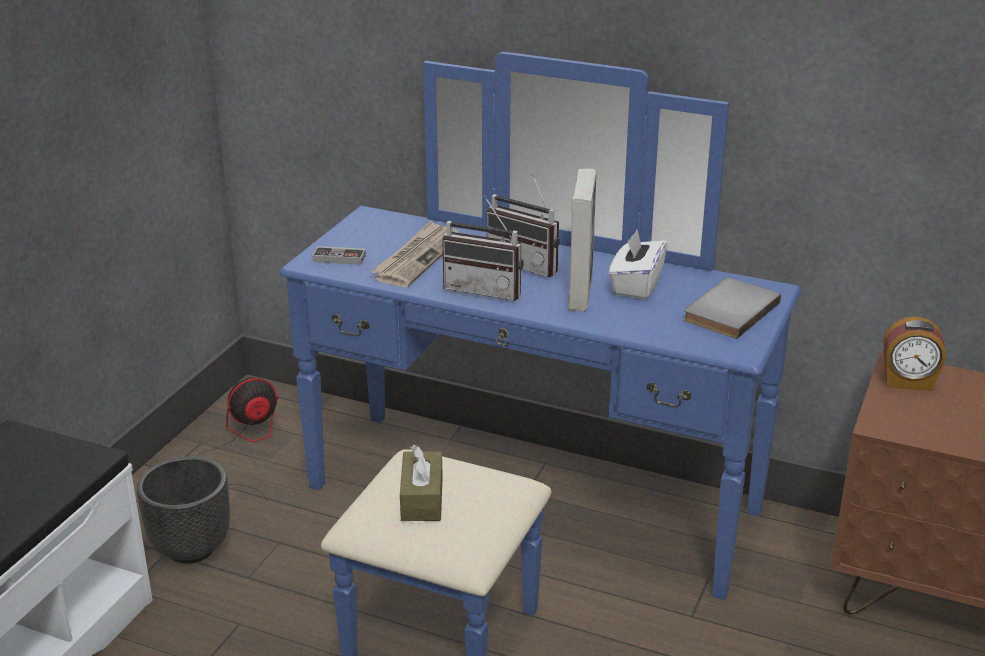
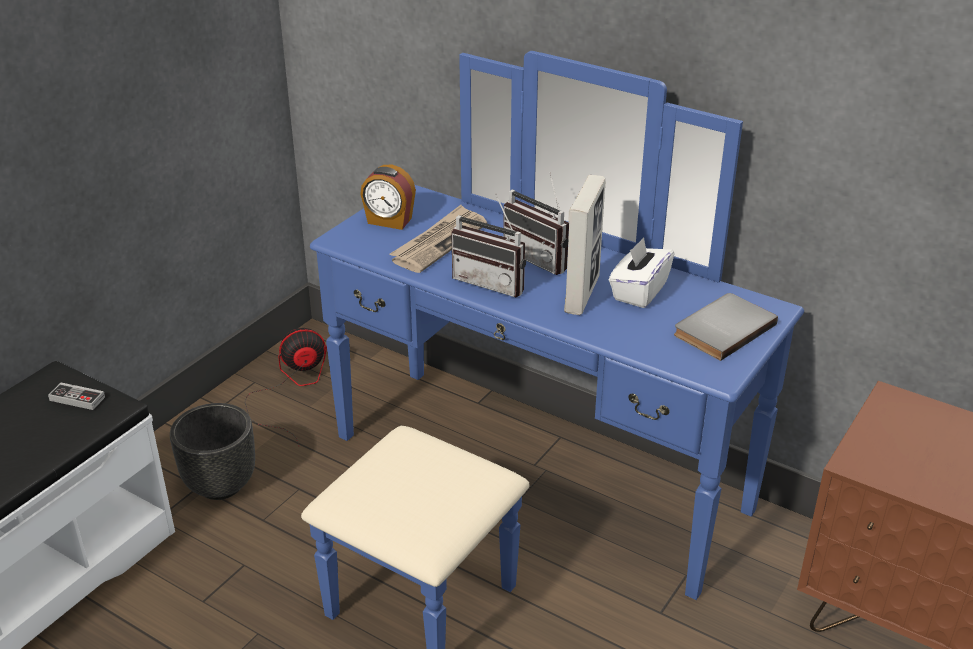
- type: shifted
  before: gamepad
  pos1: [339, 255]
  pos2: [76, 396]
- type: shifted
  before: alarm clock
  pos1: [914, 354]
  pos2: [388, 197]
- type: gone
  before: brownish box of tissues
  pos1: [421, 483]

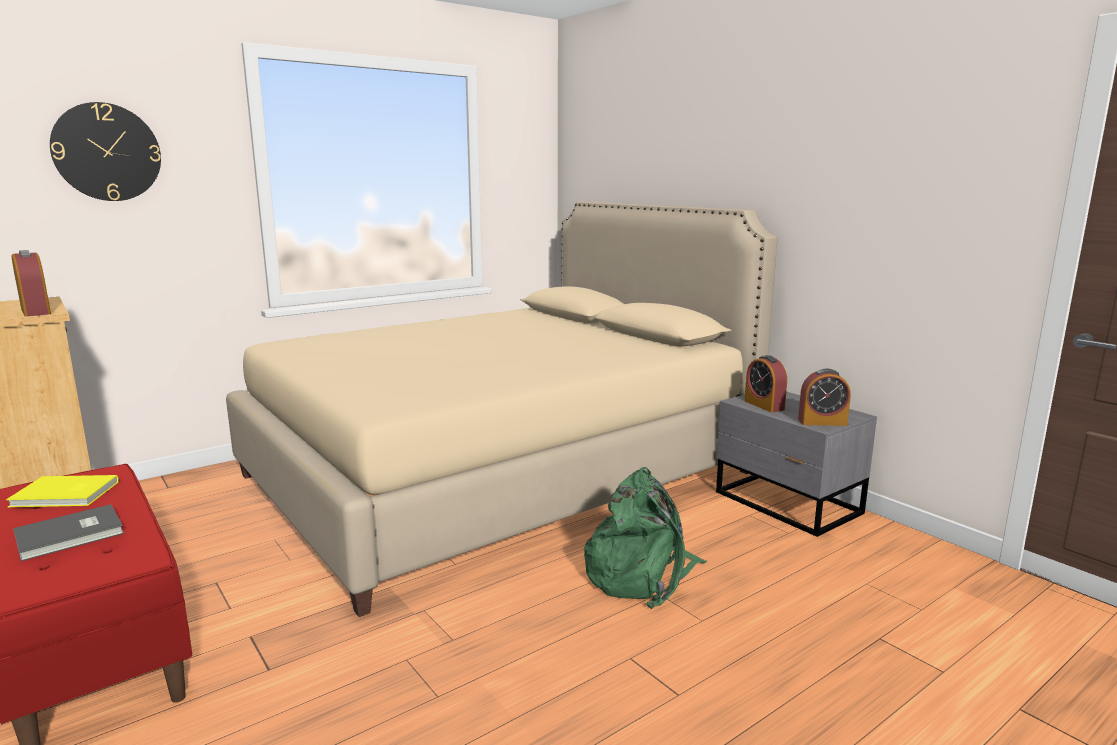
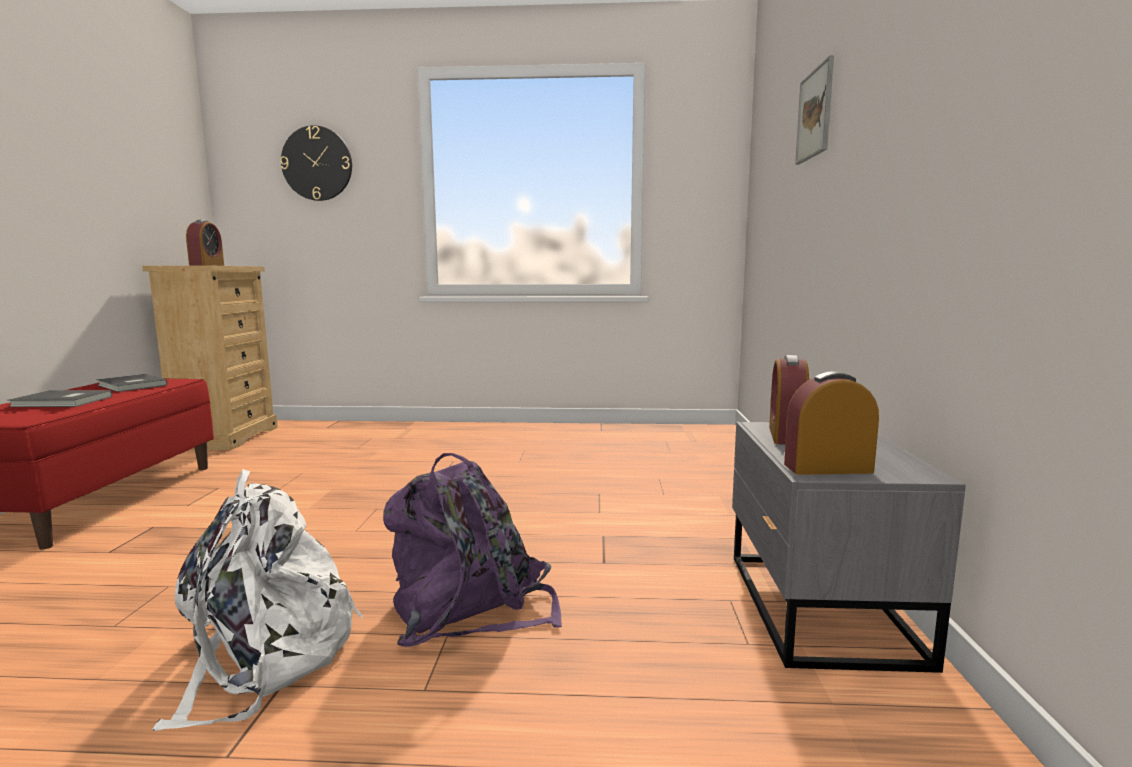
- type: gone
  before: beige-coloured sleeping bed
  pos1: [502, 409]
- type: rotated
  before: alarm clock
  pos1: [824, 397]
  pos2: [831, 423]
  turn: 135
- type: repainted
  before: greenish knapsack
  after: purple knapsack
  pos1: [646, 538]
  pos2: [472, 550]
- type: repainted
  before: yellowish bound book
  after: greyish bound book
  pos1: [62, 491]
  pos2: [131, 383]
- type: new
  after: picture
  pos2: [814, 110]
- type: new
  after: whitish knapsack
  pos2: [257, 600]

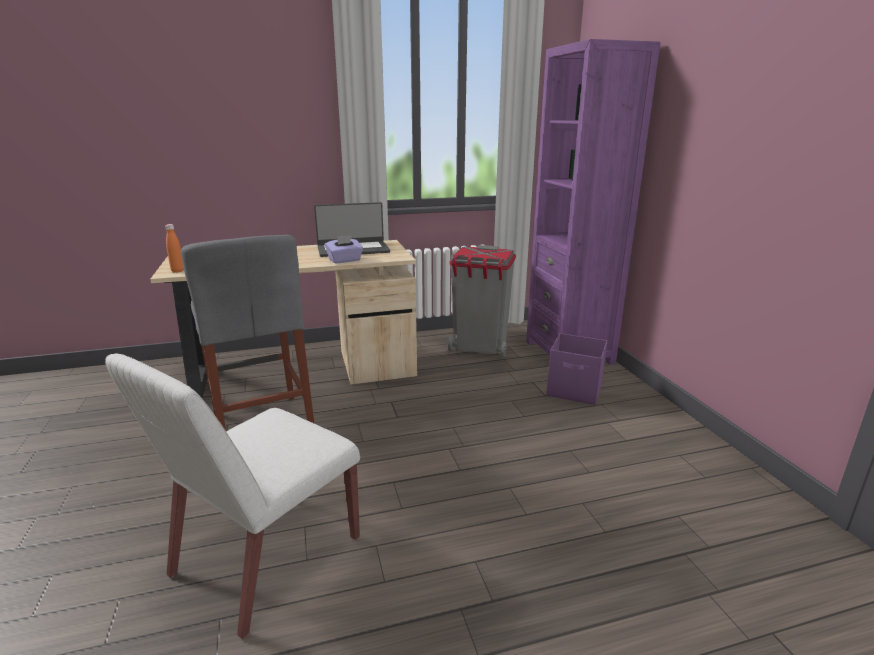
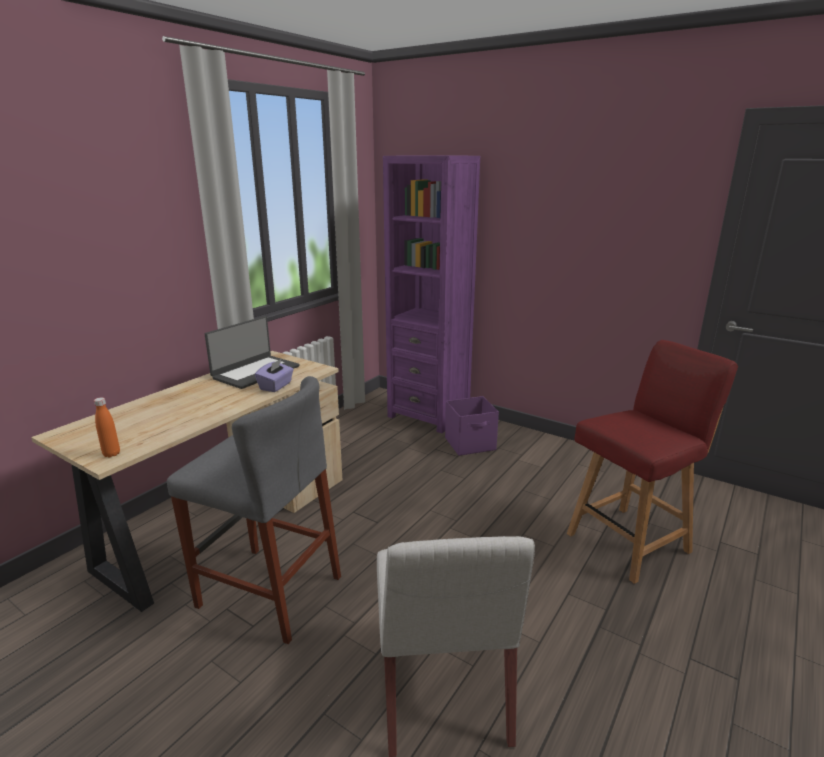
- type: gone
  before: greyish rubbish bin
  pos1: [482, 301]
- type: new
  after: reddish upright chair
  pos2: [652, 462]

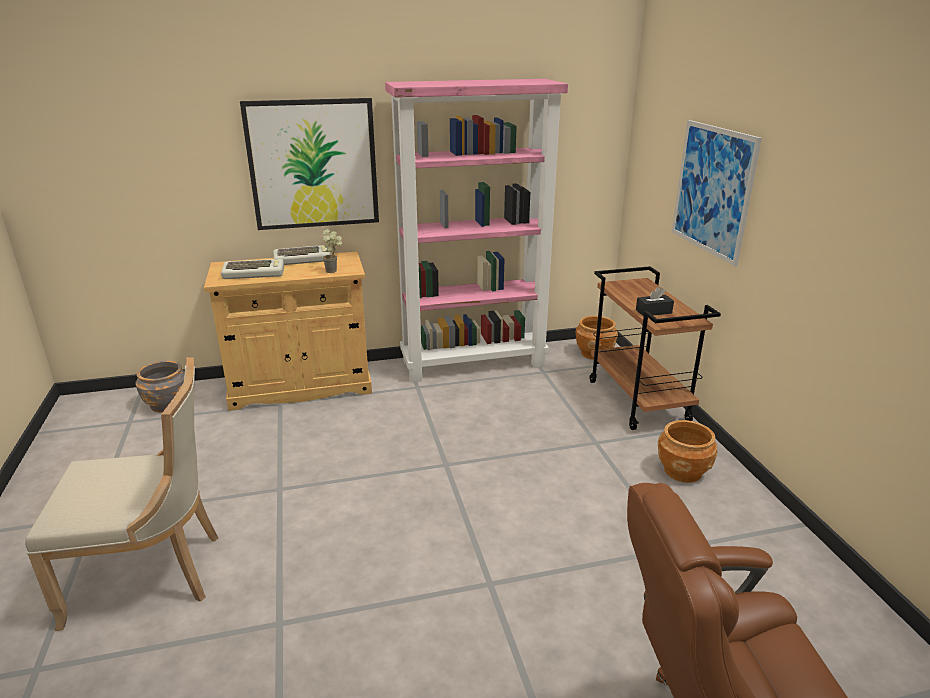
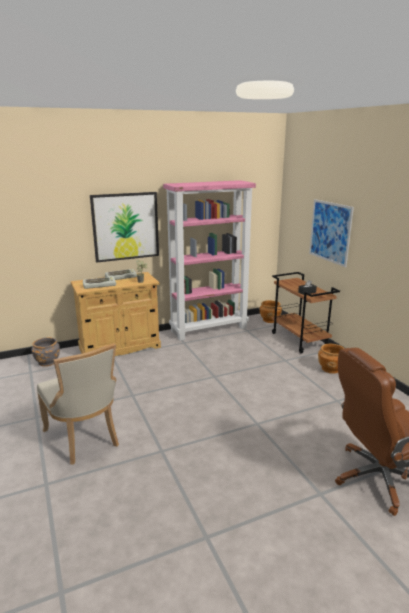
- type: rotated
  before: beige-coloured upright chair
  pos1: [122, 494]
  pos2: [78, 403]
  turn: 75

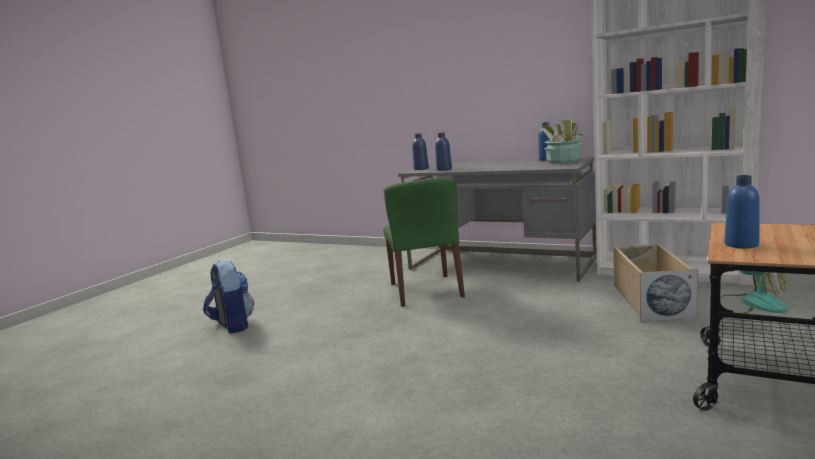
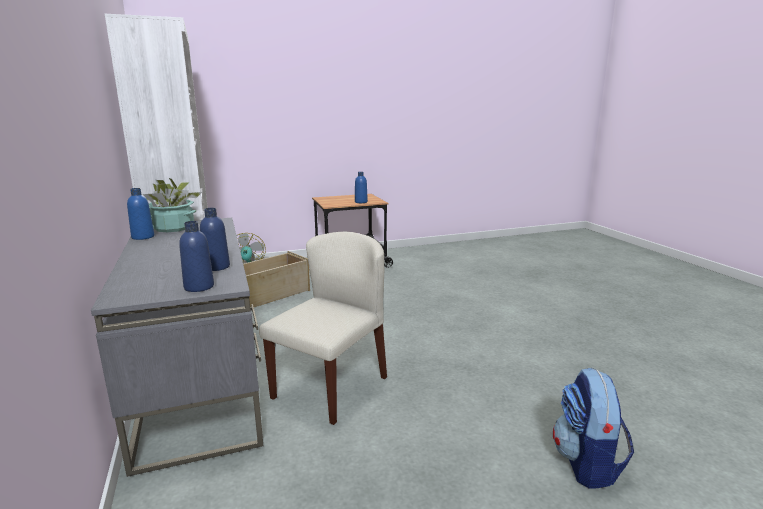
- type: repainted
  before: greenish upright chair
  after: beige-coloured upright chair
  pos1: [424, 242]
  pos2: [323, 328]

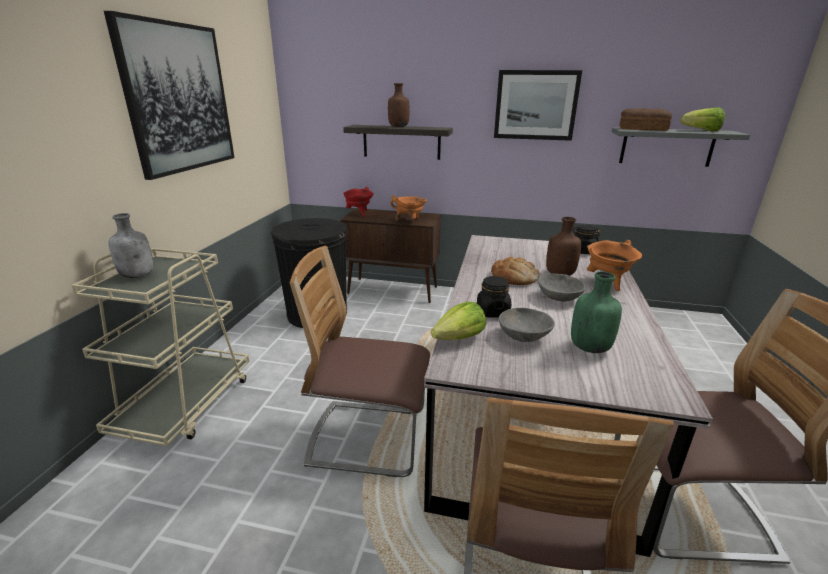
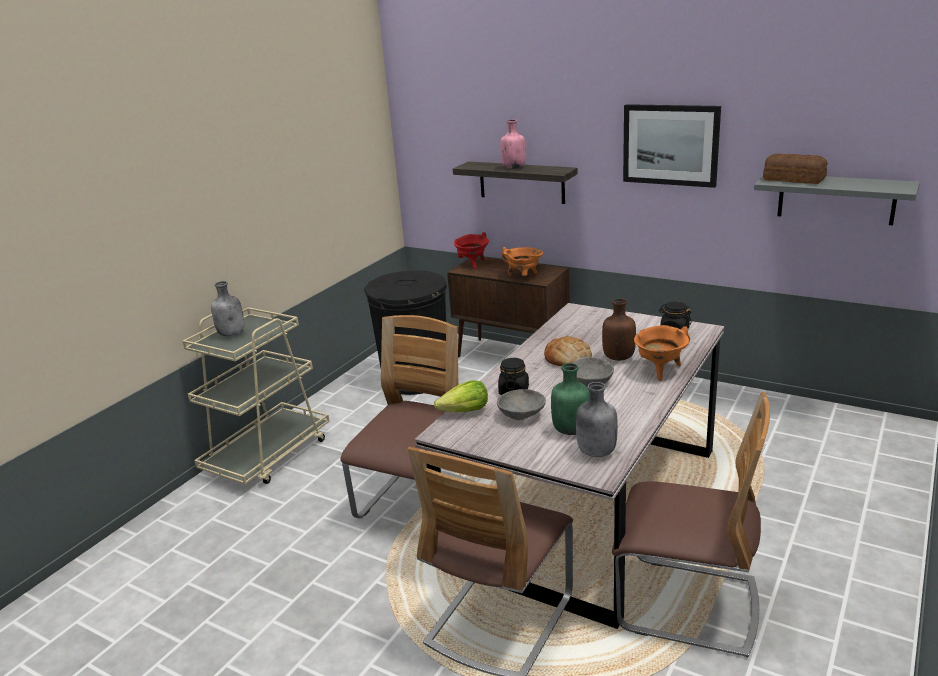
- type: gone
  before: picture
  pos1: [169, 95]
- type: repainted
  before: brownish drink bottle
  after: pinkish drink bottle
  pos1: [399, 105]
  pos2: [513, 144]
- type: gone
  before: lettuce head
  pos1: [703, 119]
- type: rotated
  before: upright chair
  pos1: [360, 361]
  pos2: [408, 417]
  turn: 90
- type: new
  after: greyish drink bottle
  pos2: [597, 419]

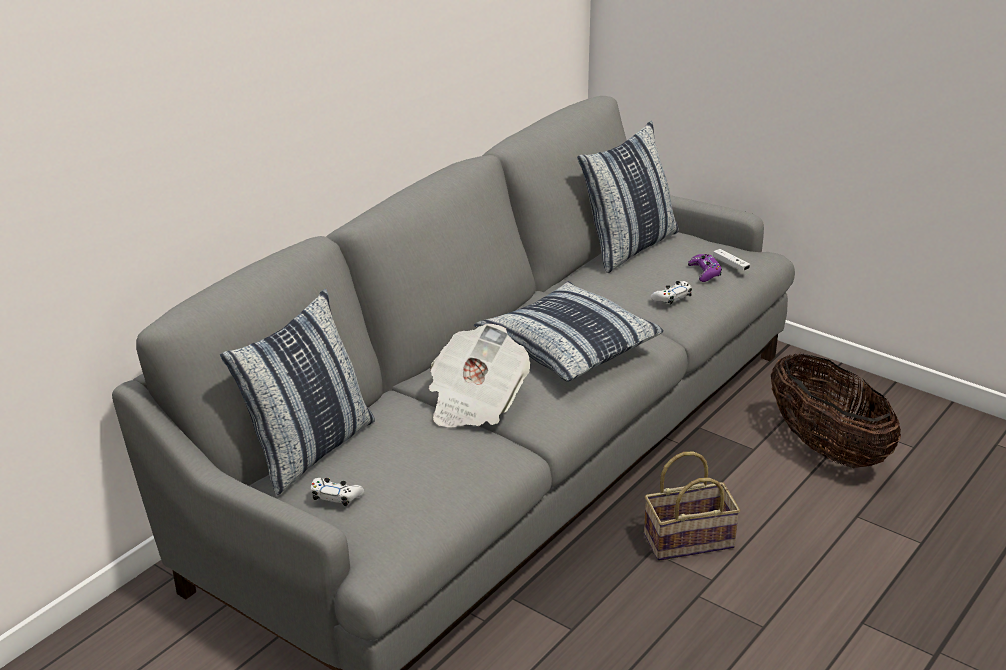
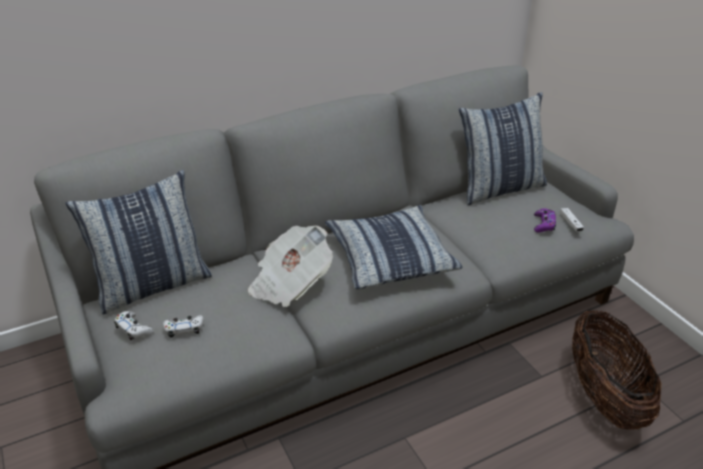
- type: shifted
  before: whitish gamepad
  pos1: [671, 292]
  pos2: [183, 326]
- type: gone
  before: basket
  pos1: [692, 506]

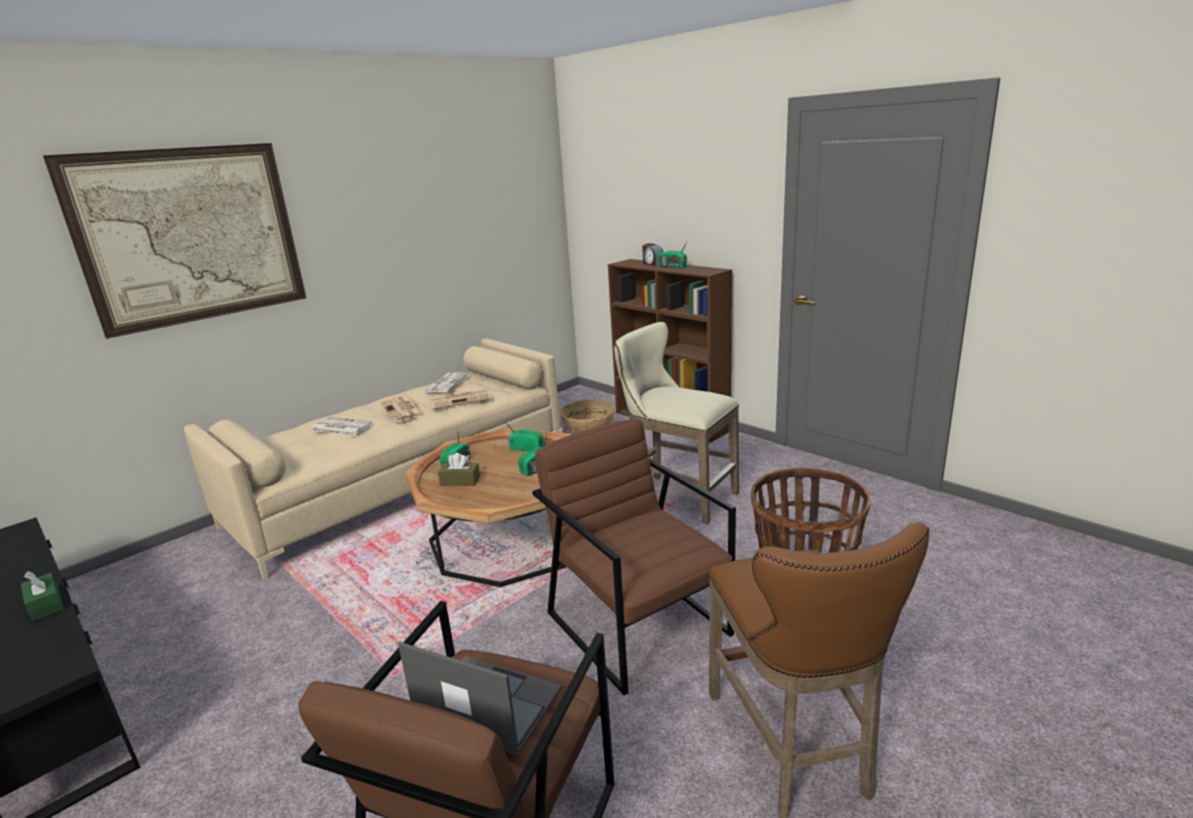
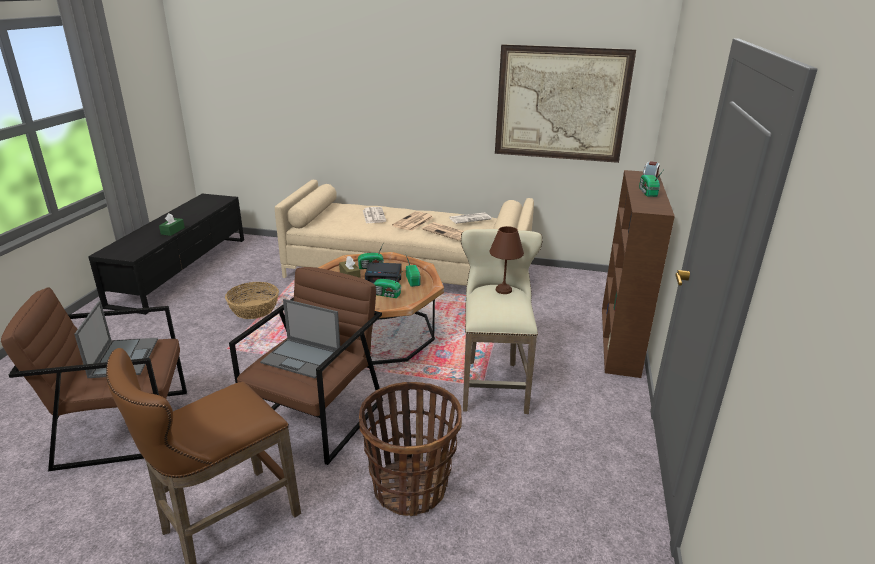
- type: shifted
  before: picture
  pos1: [174, 241]
  pos2: [565, 103]
- type: shifted
  before: basket
  pos1: [587, 417]
  pos2: [252, 300]
- type: new
  after: brownish lamp for a table
  pos2: [506, 260]
- type: new
  after: alarm clock
  pos2: [383, 272]
- type: new
  after: laptop
  pos2: [300, 338]

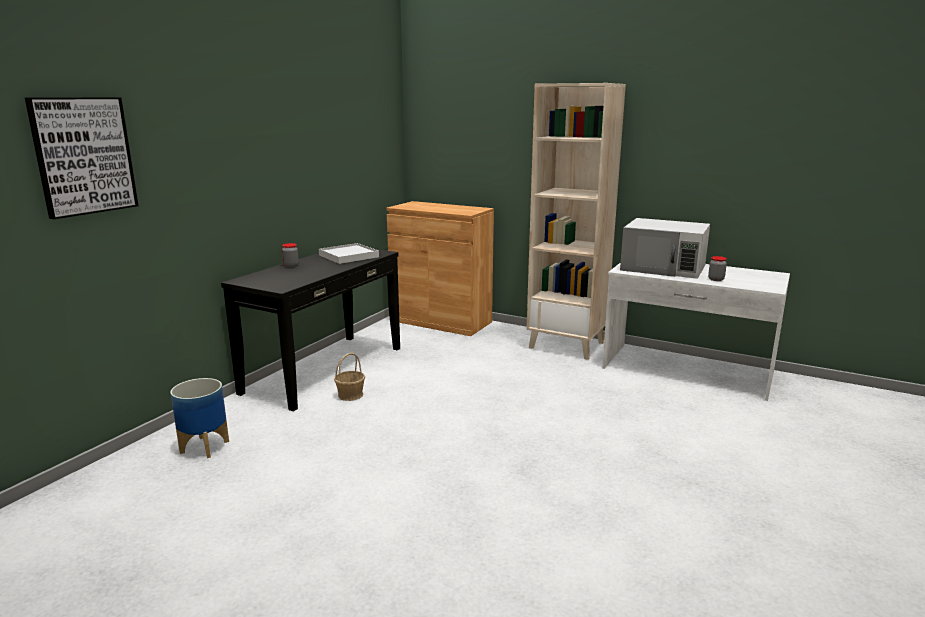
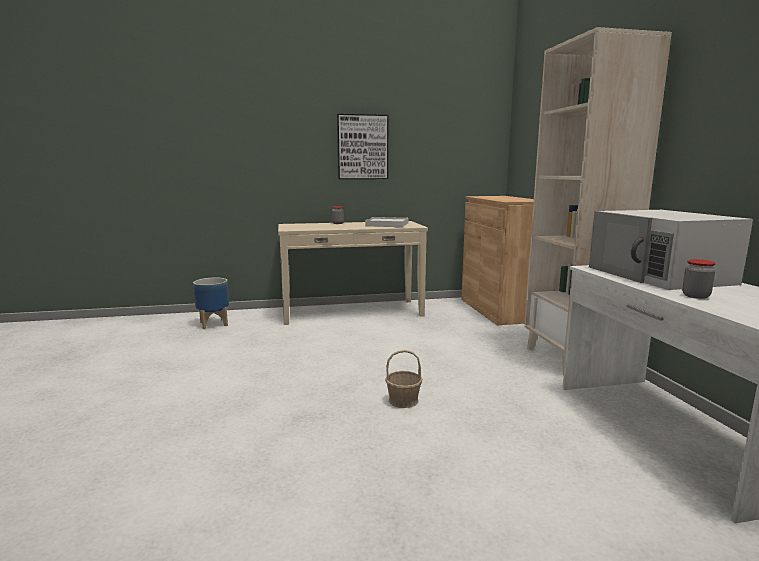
- type: shifted
  before: picture
  pos1: [81, 158]
  pos2: [362, 146]
- type: repainted
  before: black-coloured narrow table
  after: beige-coloured narrow table
  pos1: [310, 330]
  pos2: [353, 273]
- type: shifted
  before: basket
  pos1: [349, 377]
  pos2: [403, 379]

